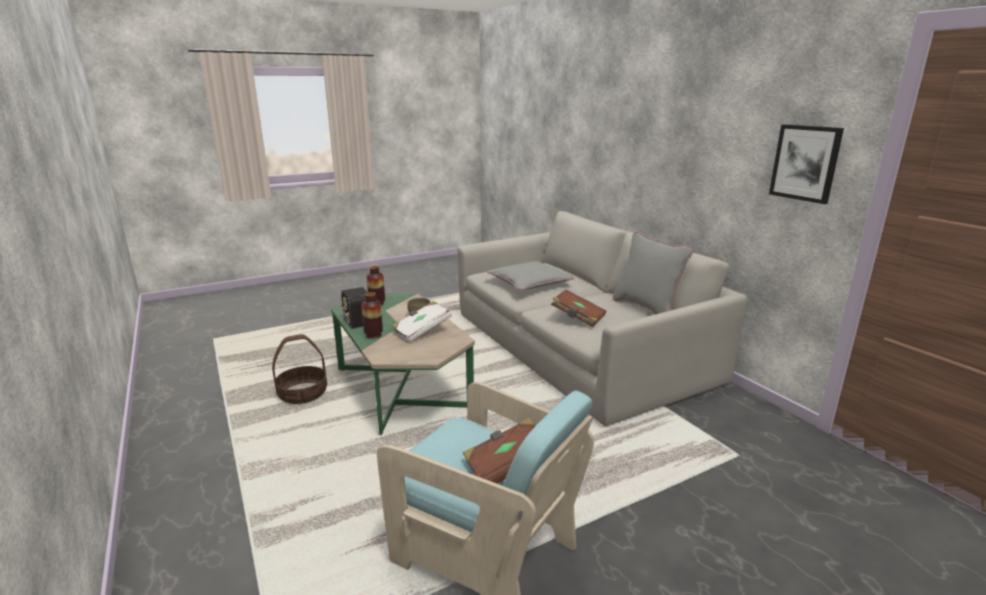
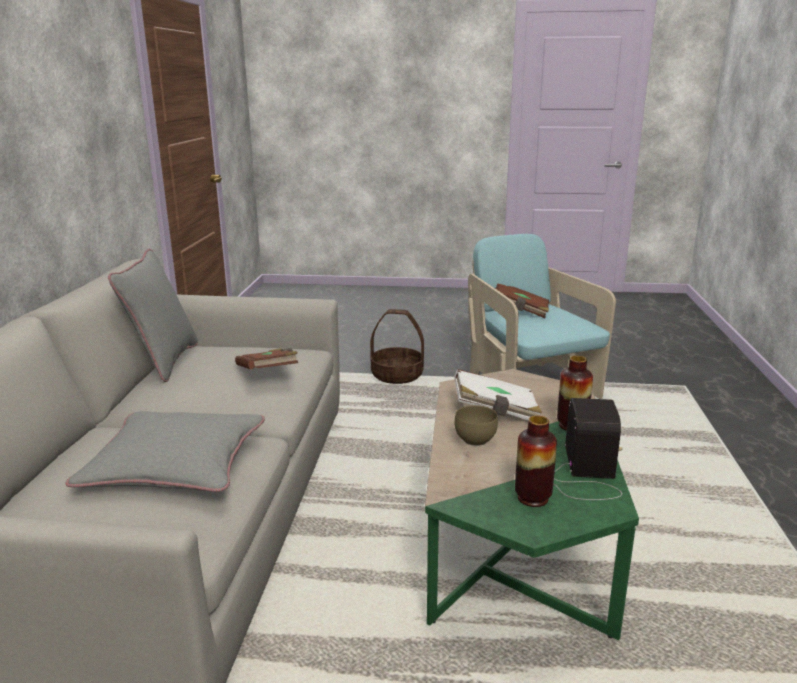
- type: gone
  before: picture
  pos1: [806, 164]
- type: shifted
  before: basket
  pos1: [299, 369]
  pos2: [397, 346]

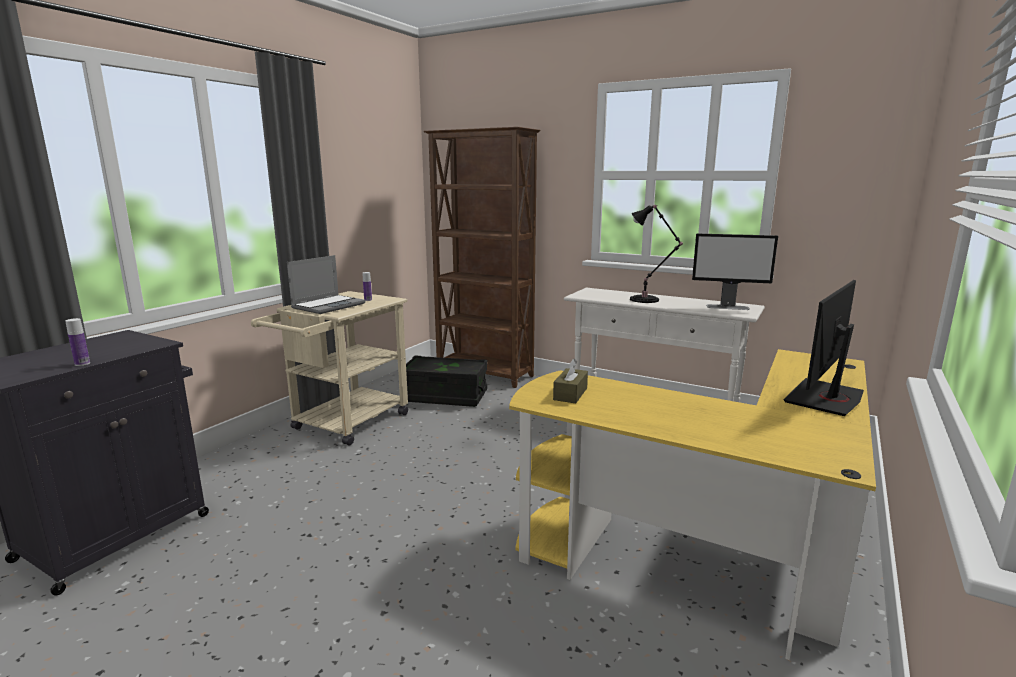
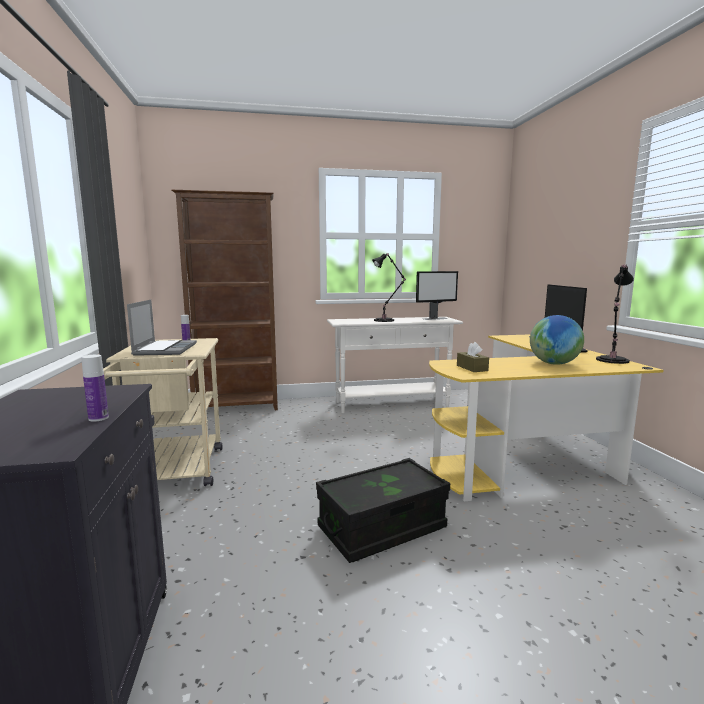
- type: shifted
  before: black-coloured storage container
  pos1: [447, 381]
  pos2: [383, 510]
- type: new
  after: black-coloured lamp for a table
  pos2: [615, 314]
- type: new
  after: desk globe
  pos2: [557, 340]

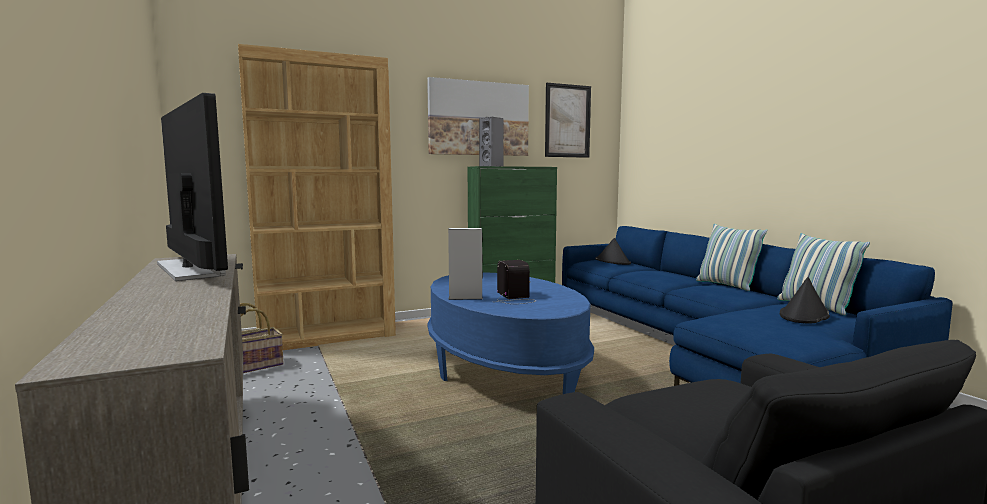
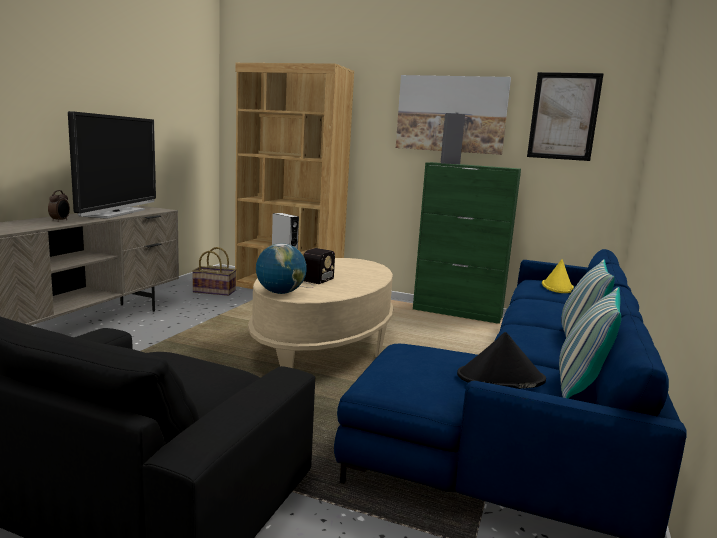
- type: repainted
  before: black-coloured wearable hat
  after: yellowish wearable hat
  pos1: [613, 251]
  pos2: [558, 276]
- type: repainted
  before: bluish low table
  after: beige-coloured low table
  pos1: [511, 333]
  pos2: [321, 313]
- type: new
  after: alarm clock
  pos2: [59, 206]
- type: new
  after: desk globe
  pos2: [281, 268]

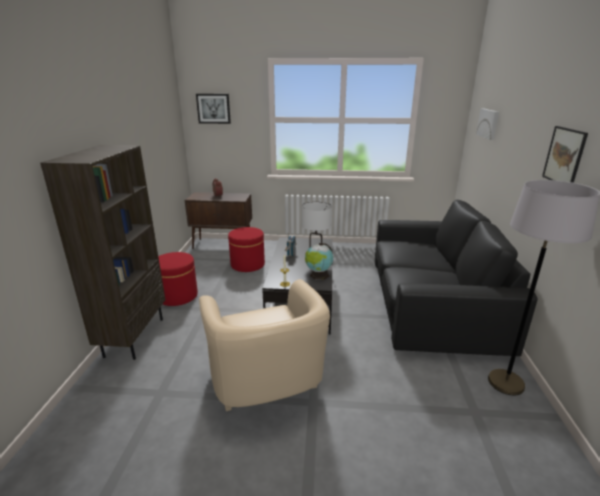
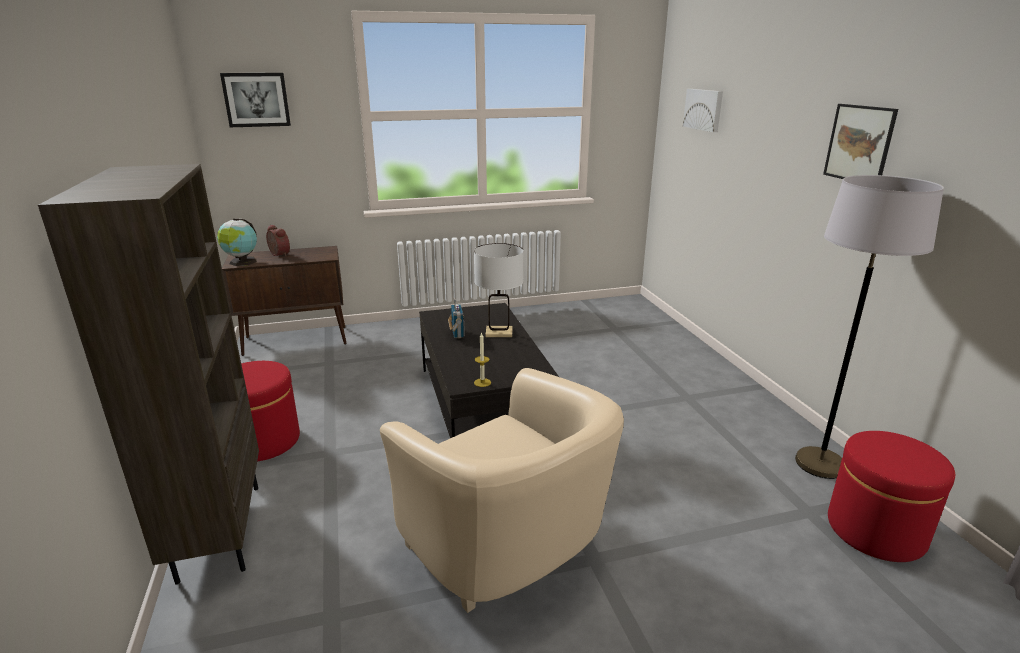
- type: gone
  before: black-coloured couch
  pos1: [456, 278]
- type: shifted
  before: reddish pouffe
  pos1: [246, 249]
  pos2: [891, 496]
- type: shifted
  before: desk globe
  pos1: [319, 261]
  pos2: [237, 242]

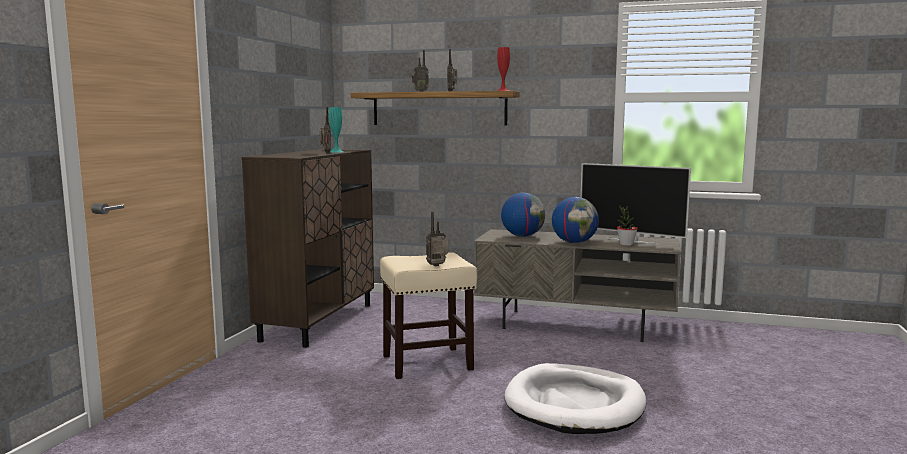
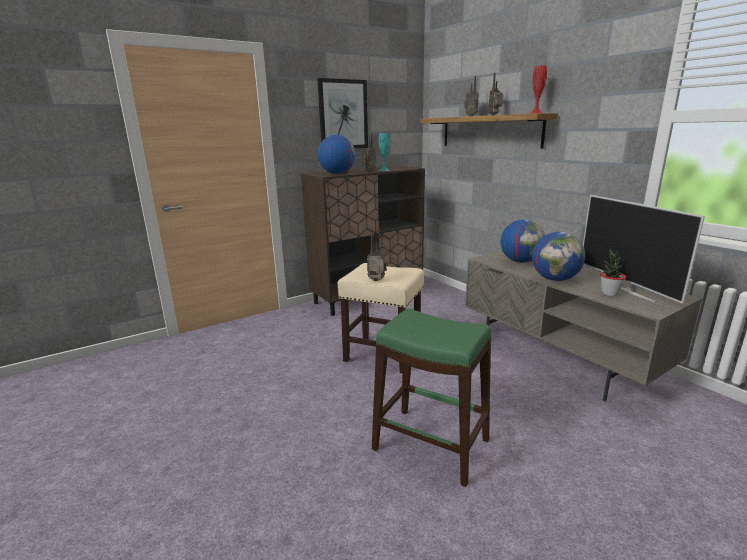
- type: swapped
  before: whitish dog cushion
  after: greenish sitting stool
  pos1: [575, 398]
  pos2: [431, 398]
- type: new
  after: picture
  pos2: [342, 113]
- type: new
  after: desk globe
  pos2: [337, 154]

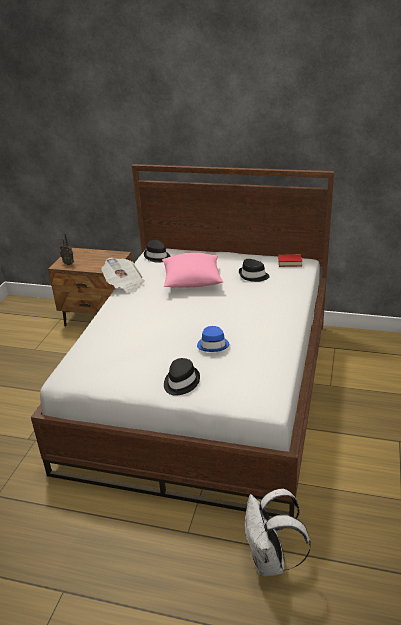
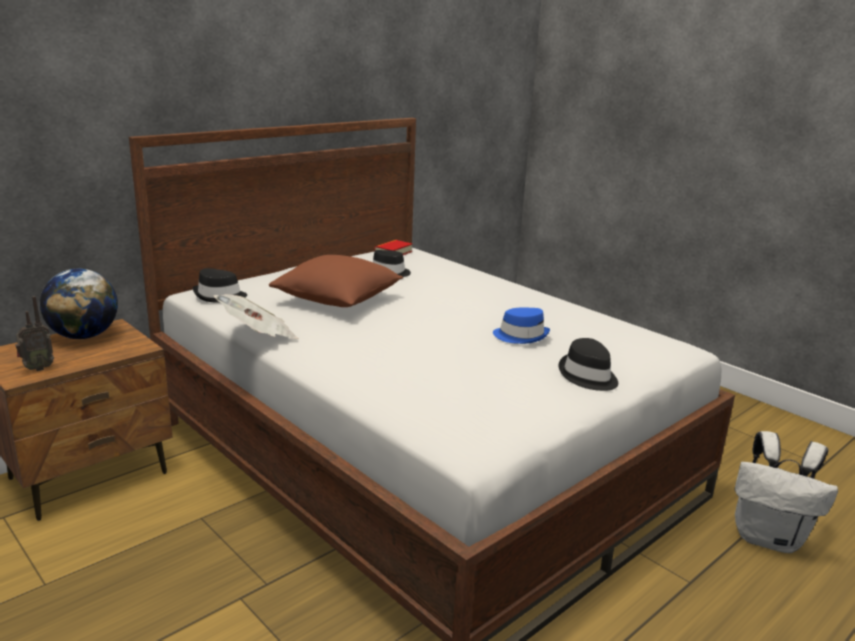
- type: repainted
  before: pinkish cushion
  after: brownish cushion
  pos1: [192, 270]
  pos2: [336, 281]
- type: new
  after: desk globe
  pos2: [79, 304]

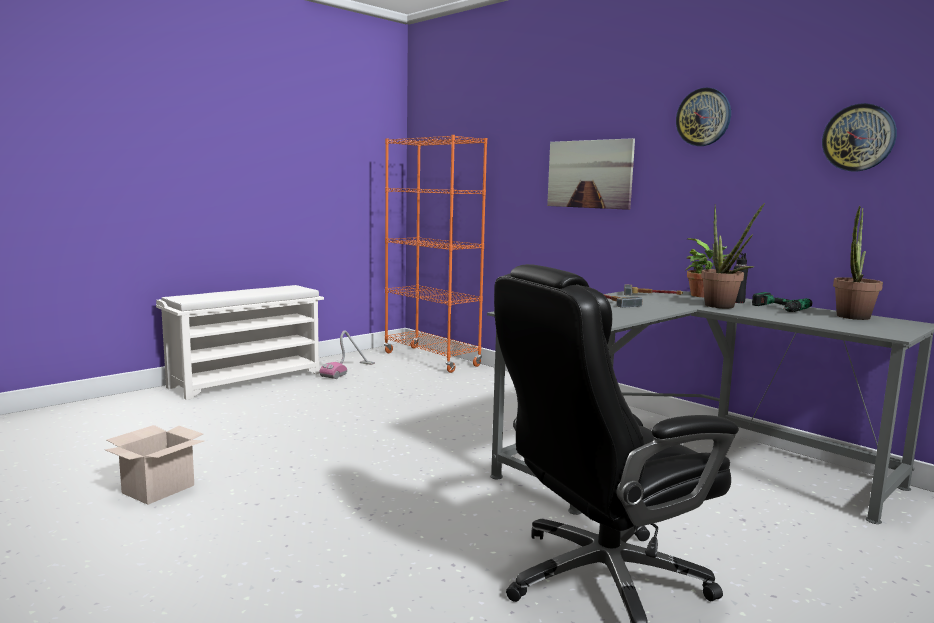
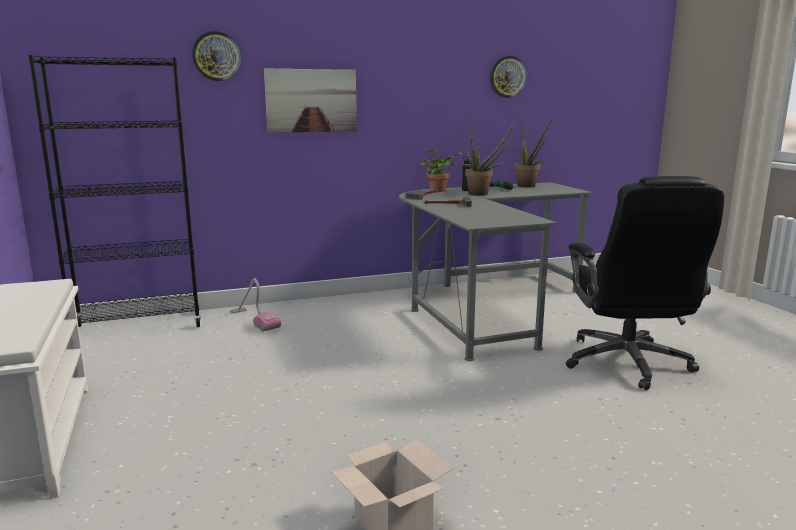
- type: shifted
  before: wall clock
  pos1: [703, 117]
  pos2: [217, 56]
- type: repainted
  before: orange shelving unit
  after: black-coloured shelving unit
  pos1: [435, 254]
  pos2: [115, 191]
- type: shifted
  before: hoover
  pos1: [347, 355]
  pos2: [255, 305]

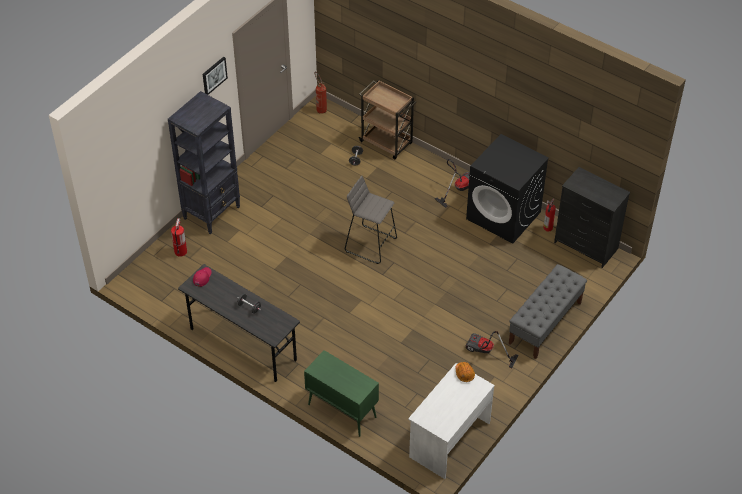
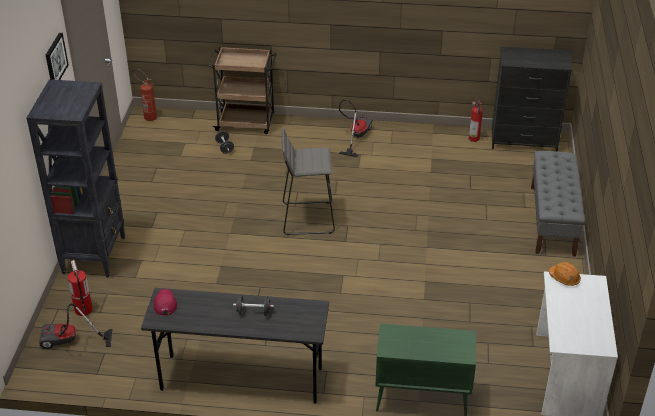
- type: gone
  before: black-coloured laundry machine
  pos1: [507, 189]
- type: shifted
  before: hoover
  pos1: [492, 349]
  pos2: [76, 326]

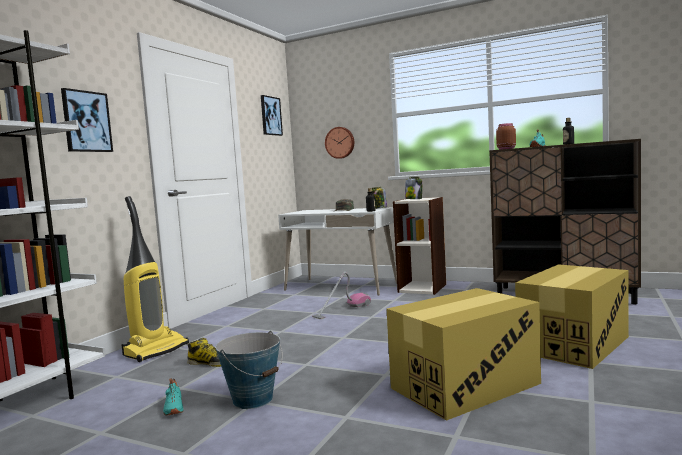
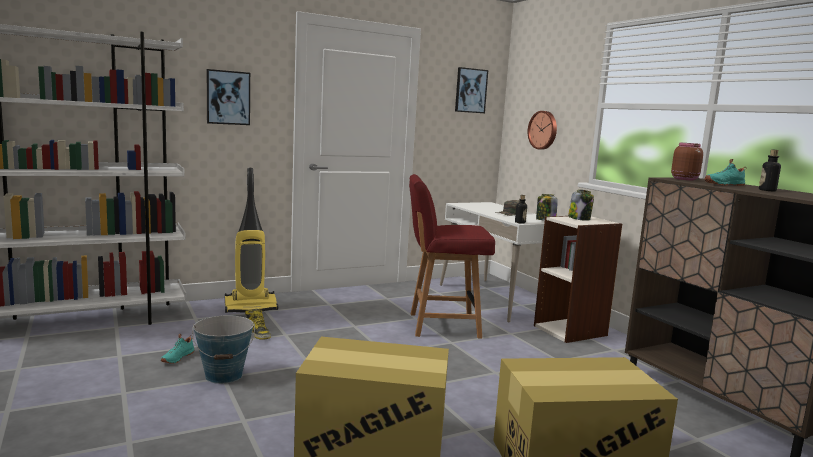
- type: swapped
  before: hoover
  after: reddish upright chair
  pos1: [341, 295]
  pos2: [452, 256]

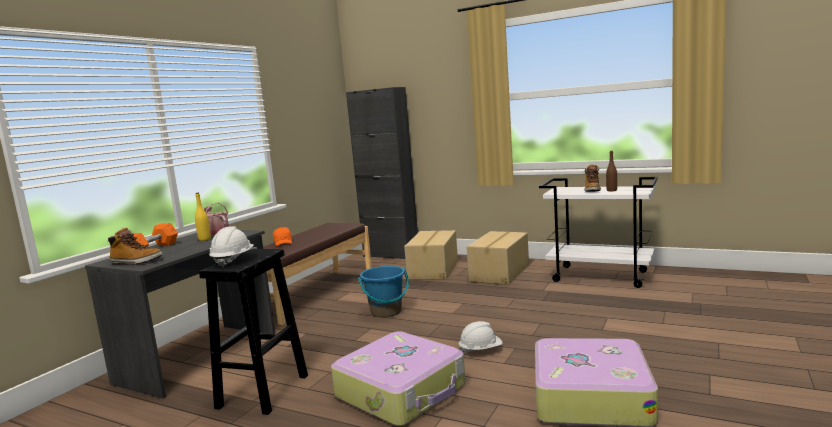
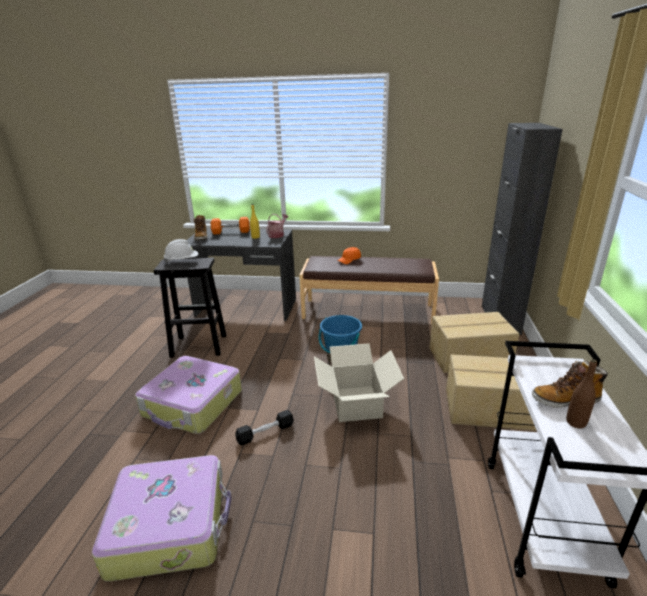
- type: swapped
  before: whitish hard hat
  after: black-coloured free weight
  pos1: [480, 337]
  pos2: [264, 428]
- type: new
  after: cardboard box
  pos2: [359, 383]

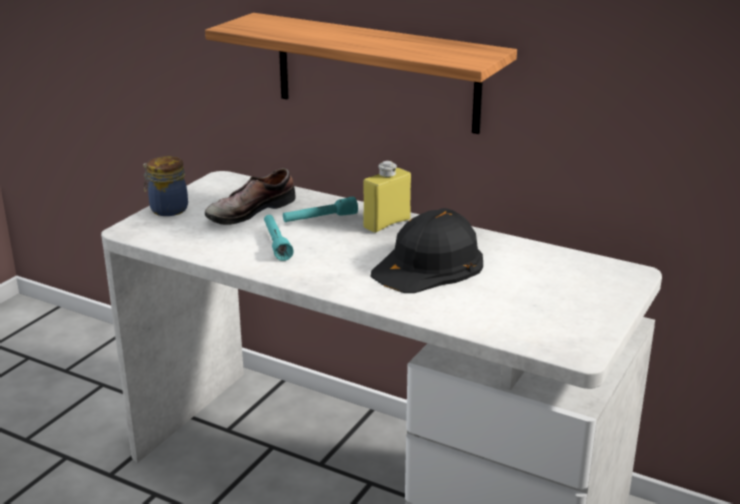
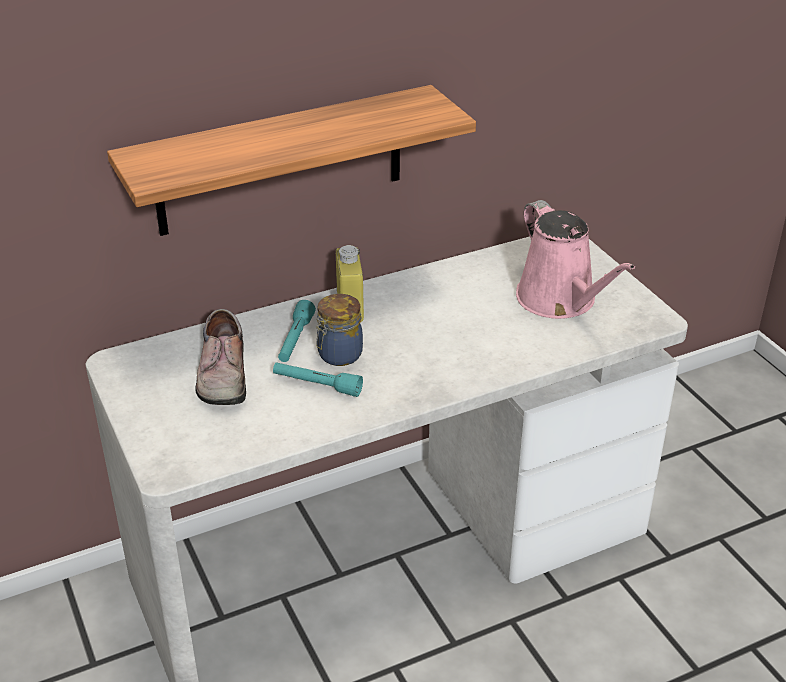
- type: shifted
  before: jar
  pos1: [165, 186]
  pos2: [339, 330]
- type: gone
  before: black-coloured hard hat
  pos1: [427, 250]
- type: new
  after: pinkish sprinkling can
  pos2: [575, 259]

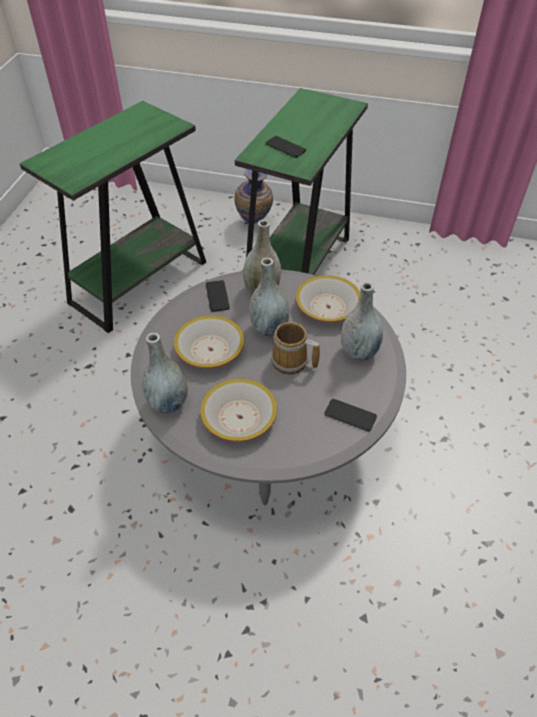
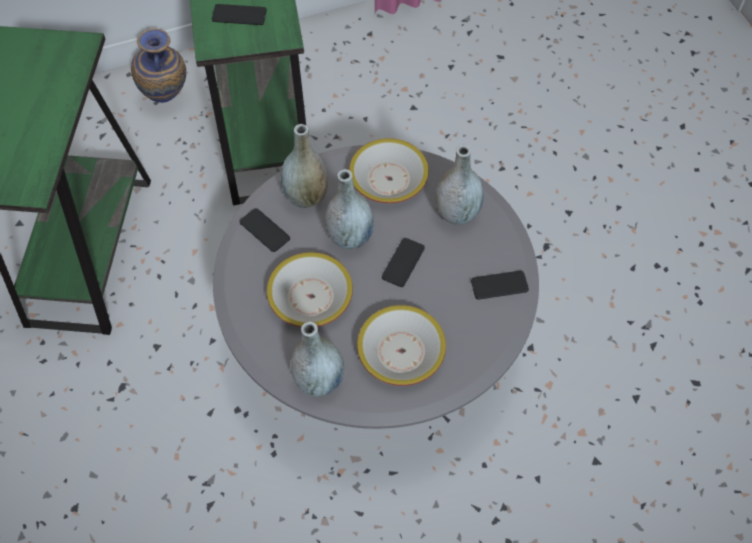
- type: swapped
  before: mug
  after: phone
  pos1: [296, 348]
  pos2: [403, 262]

